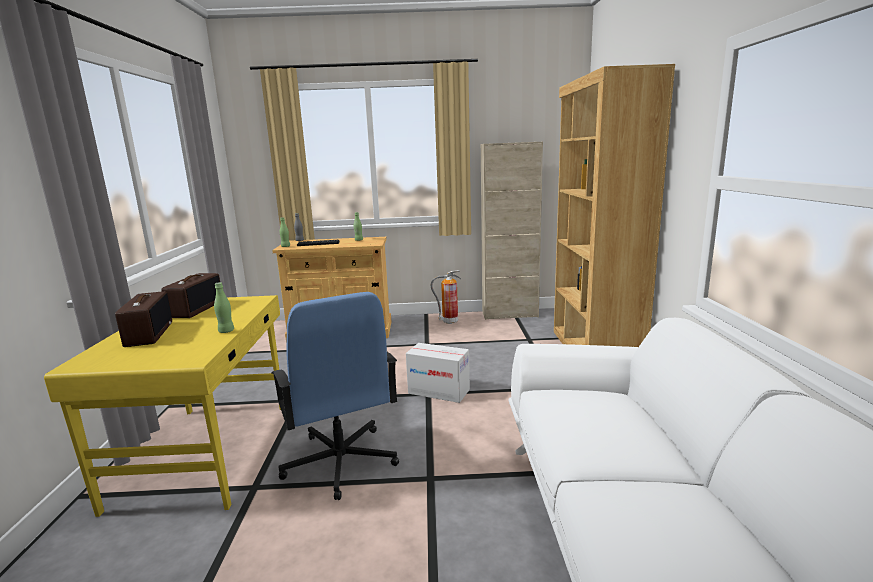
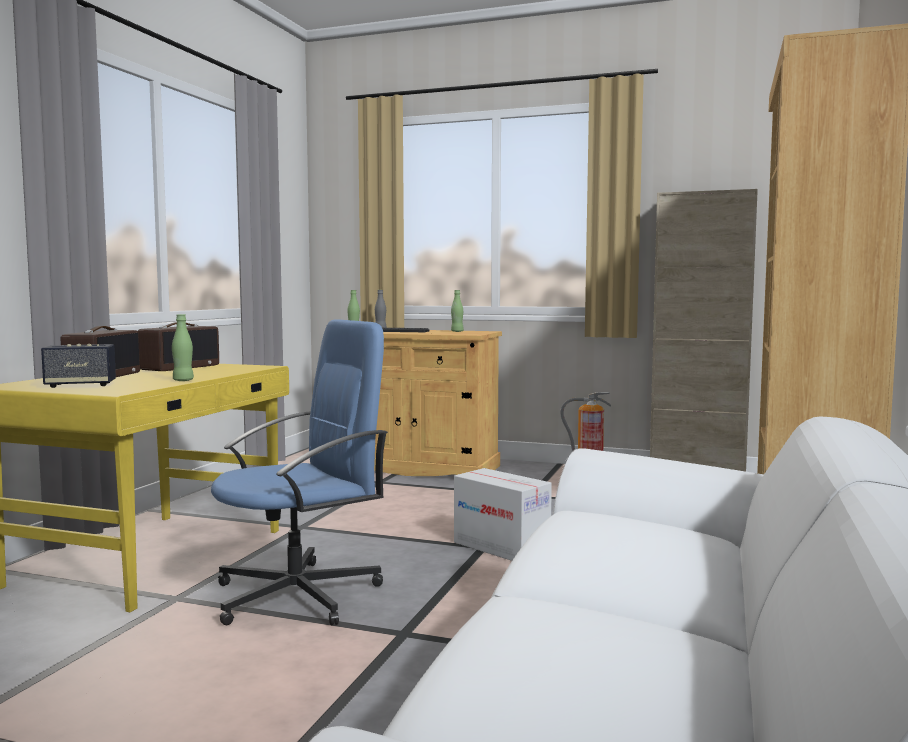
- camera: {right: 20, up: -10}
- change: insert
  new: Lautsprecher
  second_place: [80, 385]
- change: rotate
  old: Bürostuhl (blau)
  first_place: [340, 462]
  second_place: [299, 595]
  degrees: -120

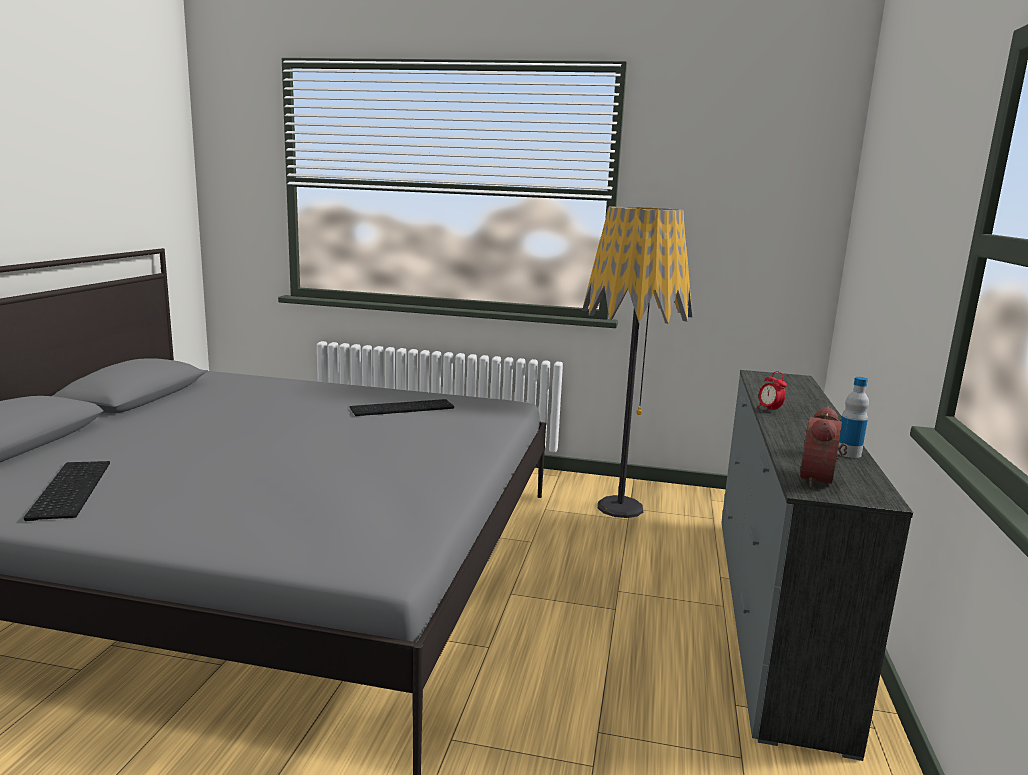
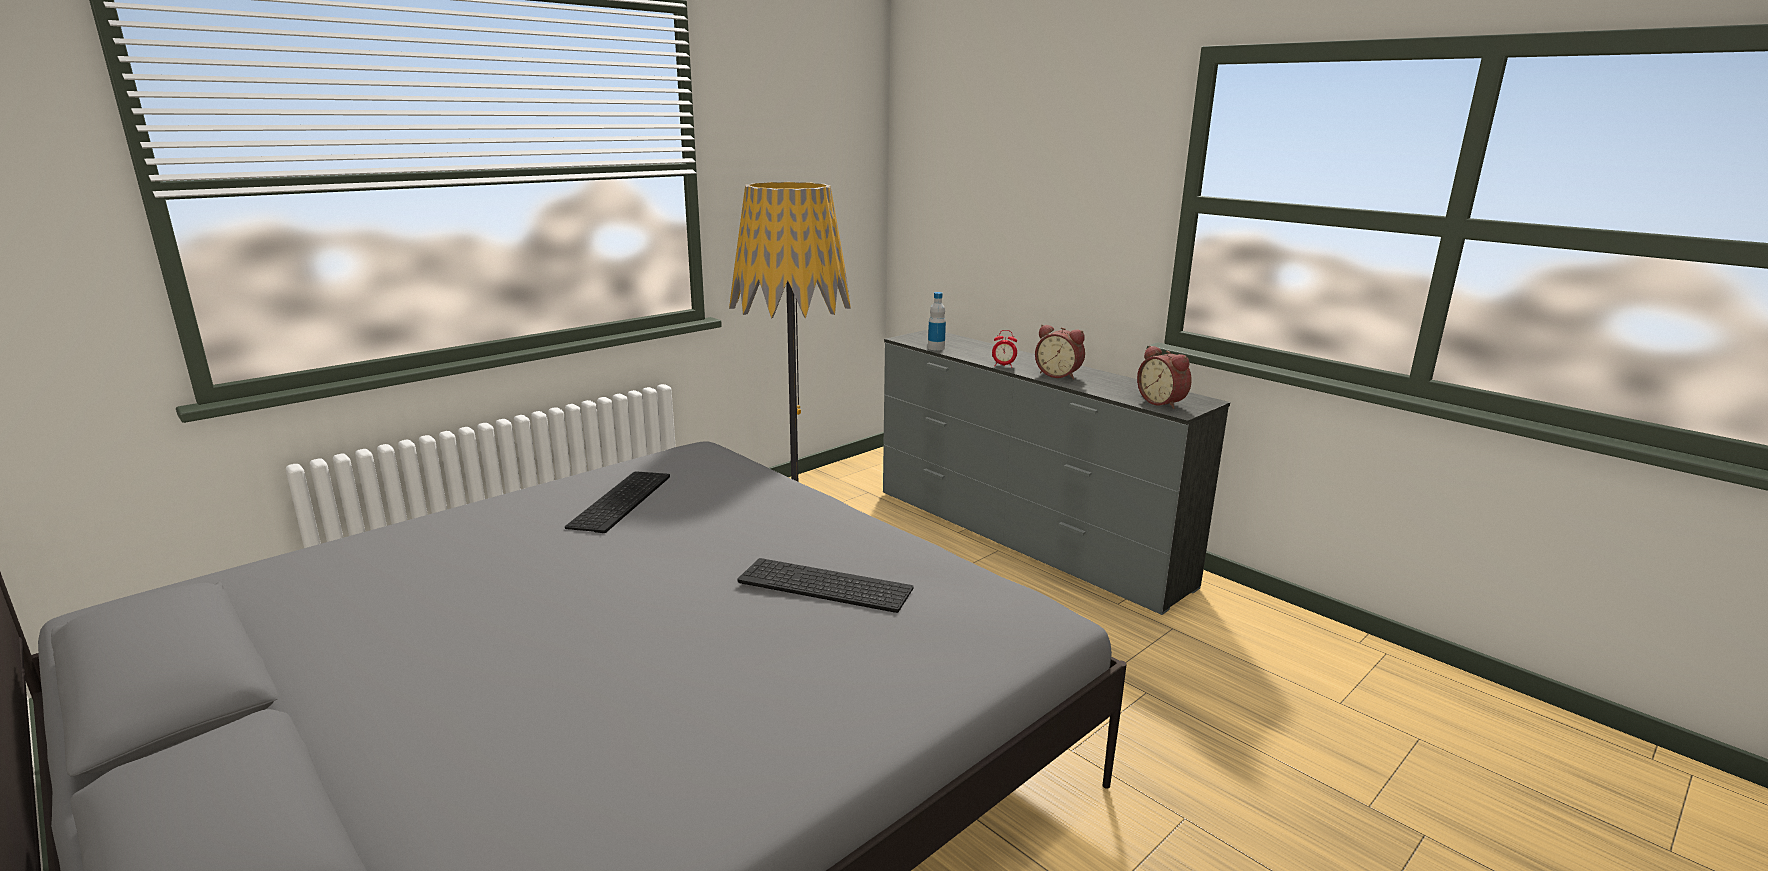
- camera: {right: -55, up: 5}
- change: insert
  new: Wecker
  second_place: [1059, 375]
- change: move
  old: Tastatur
  first_place: [68, 489]
  second_place: [822, 586]
- change: move
  old: Flasche
  first_place: [848, 453]
  second_place: [936, 348]

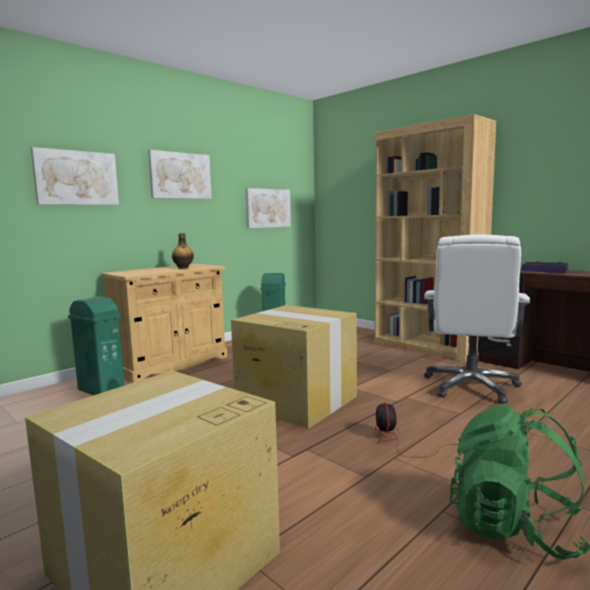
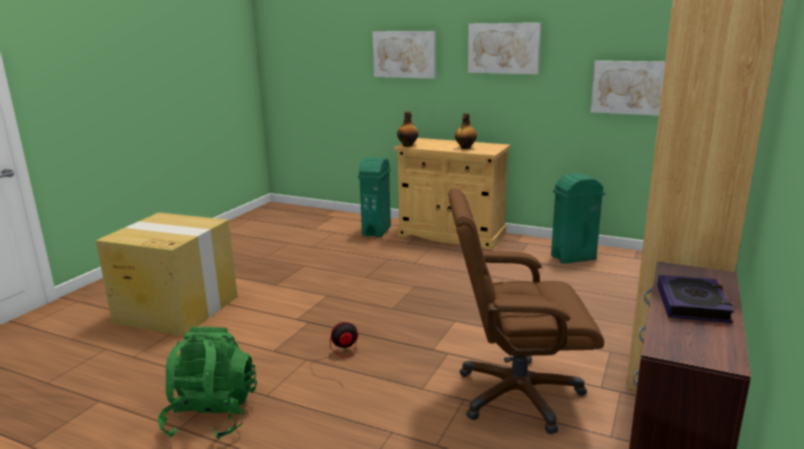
- camera: {right: 70, up: 10}
- change: delete
  old: Karton
  first_place: [295, 401]
- change: insert
  new: Flasche
  second_place: [408, 145]
- change: recolor
  old: Bürostuhl (weiß)
  new: Bürostuhl (braun)
  first_place: [471, 386]
  second_place: [516, 394]

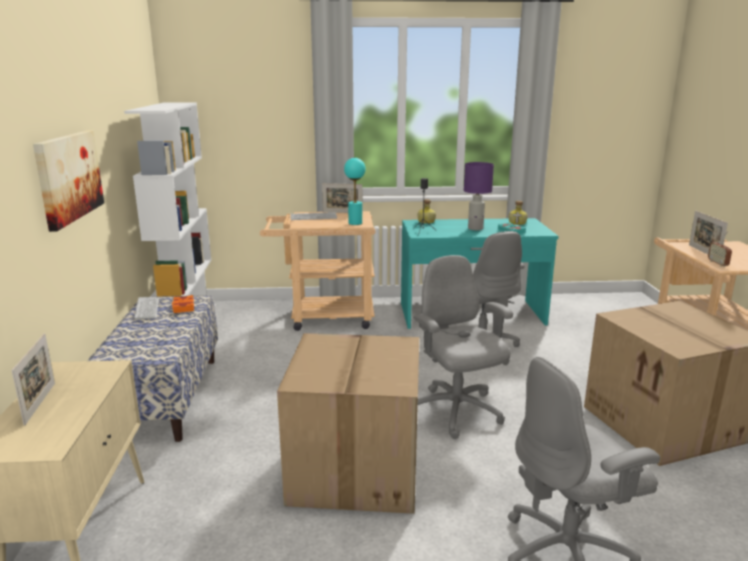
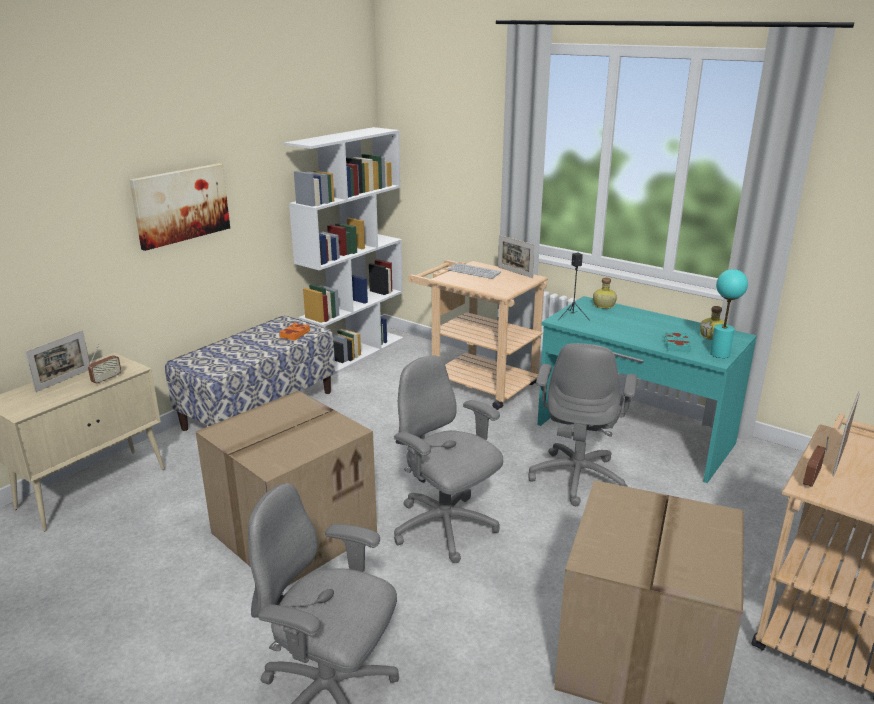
- camera: {right: 40, up: 5}
- change: delete
  old: Tastatur
  first_place: [147, 309]
- change: delete
  old: Tischlampe (lila)
  first_place: [476, 228]
- change: insert
  new: Radio
  second_place: [106, 379]
- change: move
  old: Tischlampe (türkis)
  first_place: [355, 223]
  second_place: [719, 354]
- change: rotate
  old: Bürostuhl (grau)
  first_place: [456, 412]
  second_place: [445, 529]
  degrees: -60

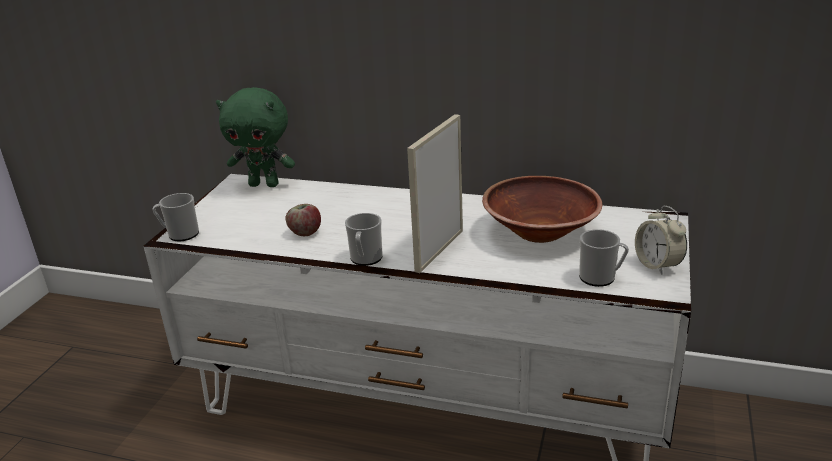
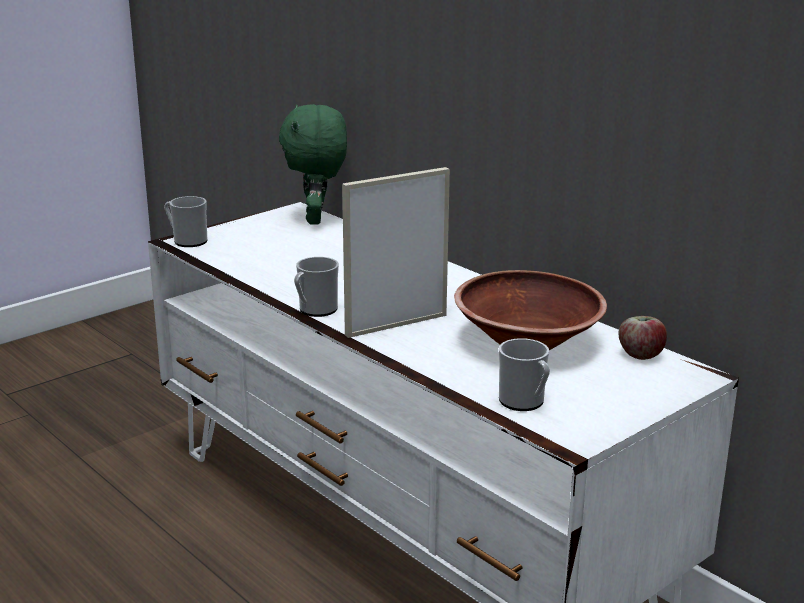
- camera: {right: 30, up: -5}
- change: delete
  old: Wecker
  first_place: [657, 265]
- change: move
  old: Apfel
  first_place: [305, 232]
  second_place: [641, 355]
- change: rotate
  old: Plüschtier (grün)
  first_place: [265, 184]
  second_place: [317, 219]
  degrees: 45

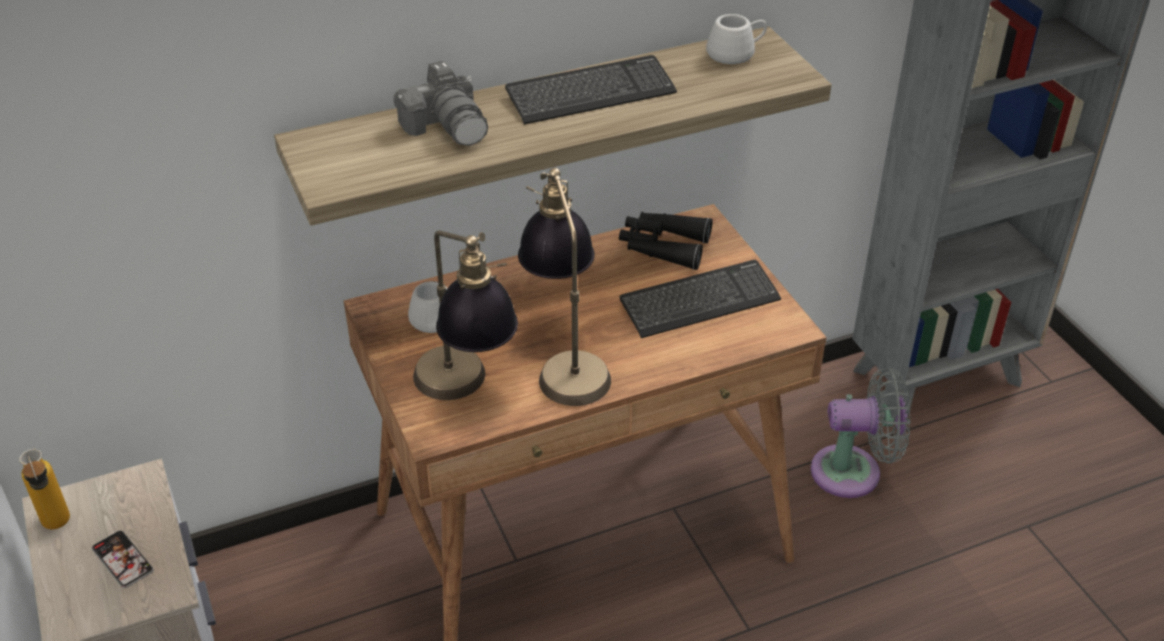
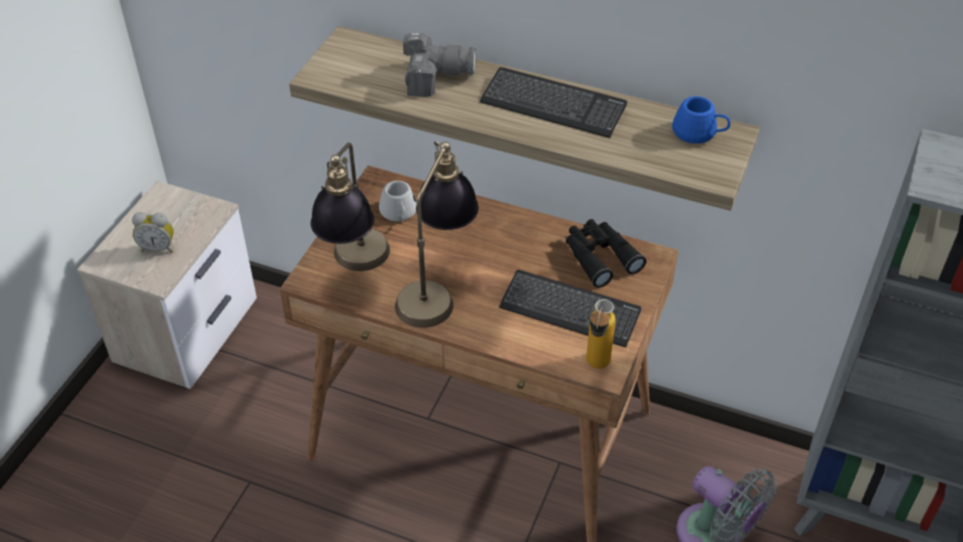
- camera: {right: 45, up: 5}
- change: move
  old: Flasche
  first_place: [58, 528]
  second_place: [595, 368]
- change: replace
  old: Handy
  new: Wecker
  first_place: [122, 560]
  second_place: [158, 247]
- change: recolor
  old: Henkelbecher (weiß)
  new: Henkelbecher (blau)
  first_place: [736, 53]
  second_place: [699, 133]
- change: rotate
  old: Kamera
  first_place: [447, 126]
  second_place: [435, 76]
  degrees: -105

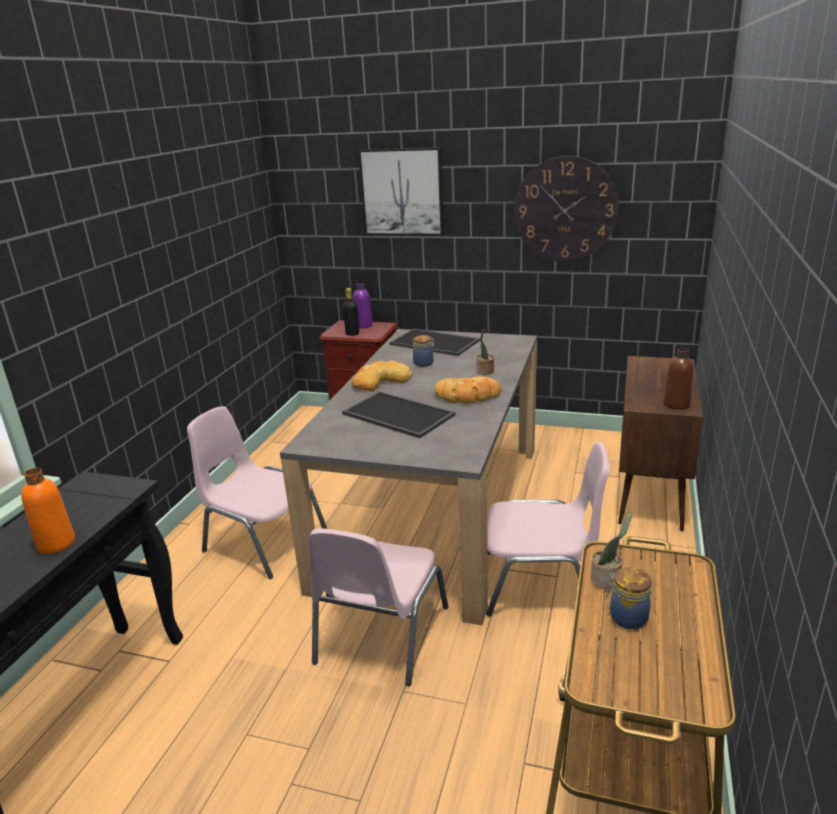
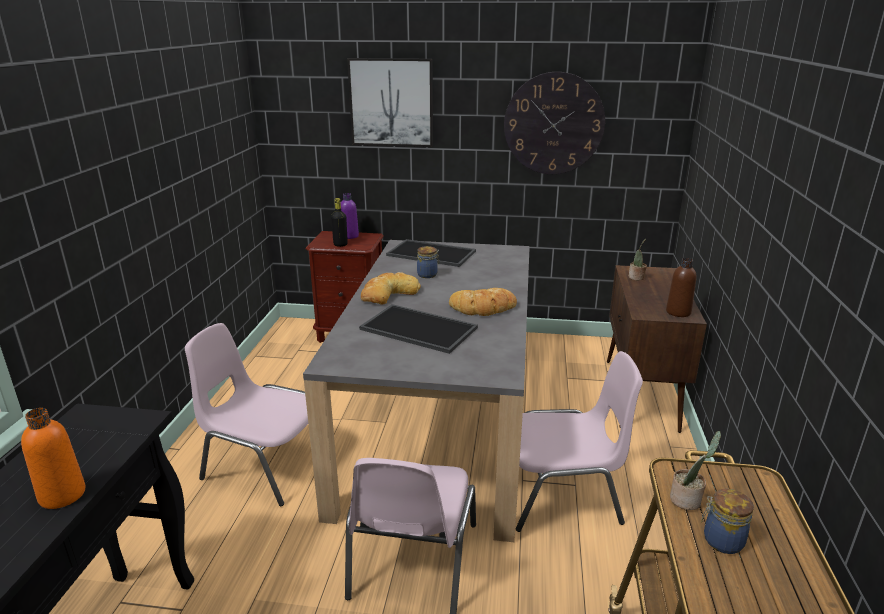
- camera: {right: -10, up: 0}
- change: move
  old: Topfpflanze
  first_place: [485, 372]
  second_place: [636, 278]

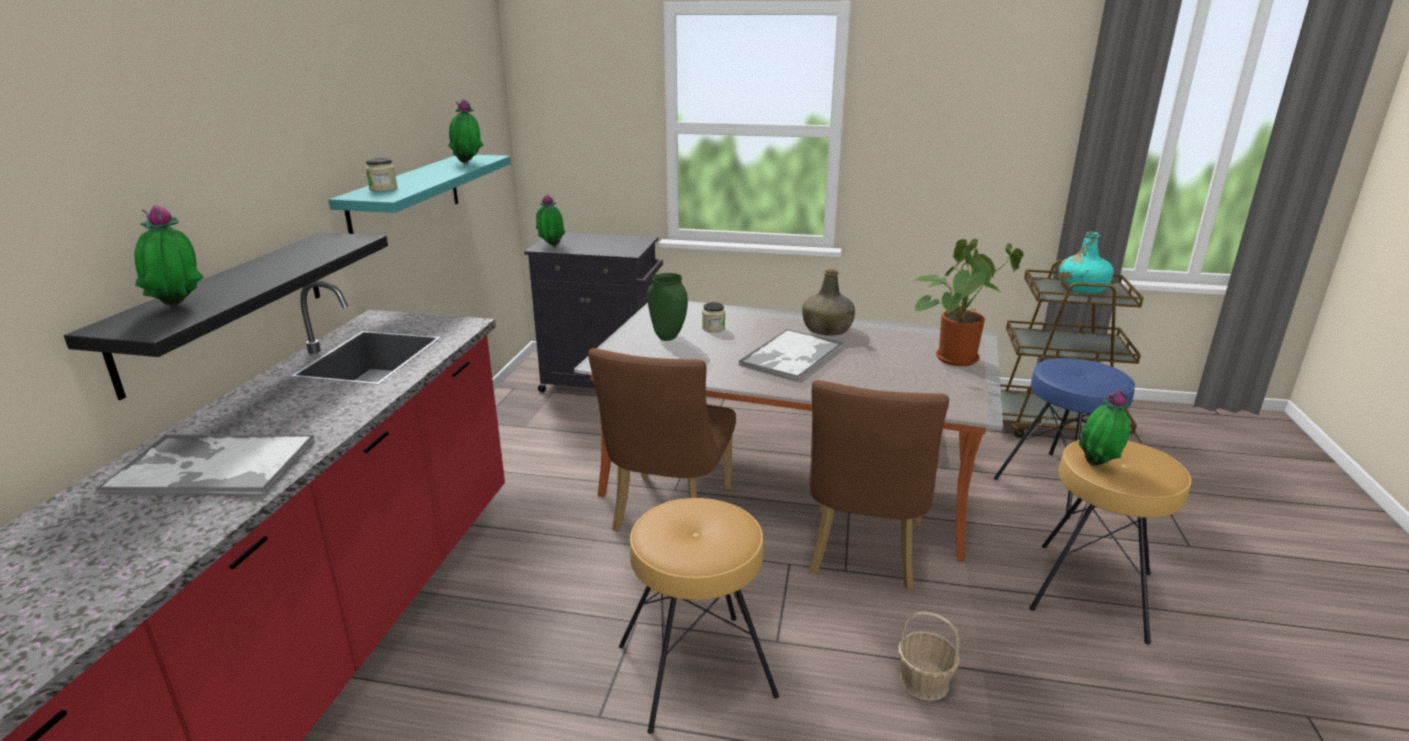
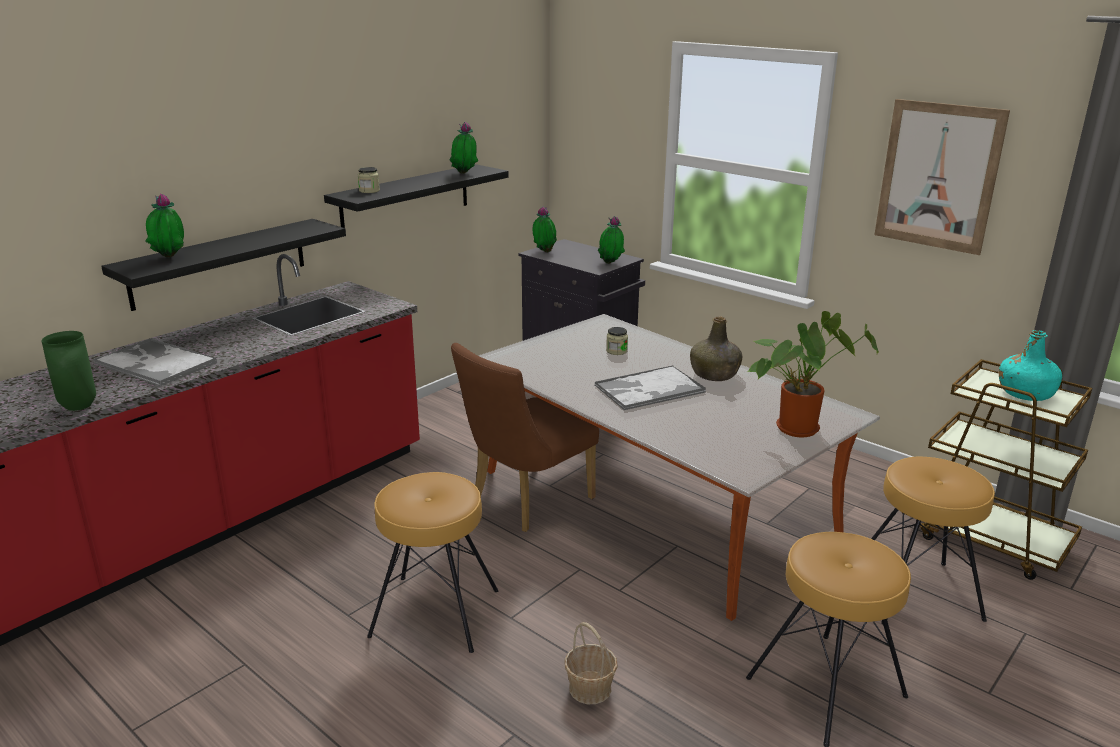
- camera: {right: 30, up: 0}
- change: delete
  old: Stuhl (braun)
  first_place: [863, 555]
- change: insert
  new: Bild
  second_place: [938, 176]
- change: move
  old: Vase (grün)
  first_place: [668, 337]
  second_place: [80, 406]
- change: move
  old: Topfpflanze
  first_place: [1098, 465]
  second_place: [610, 264]
- change: recolor
  old: Wandregal (türkis)
  new: Wandregal (schwarz)
  first_place: [406, 199]
  second_place: [406, 199]
- change: recolor
  old: Hocker (blau)
  new: Hocker (braun)
  first_place: [1059, 484]
  second_place: [915, 593]

